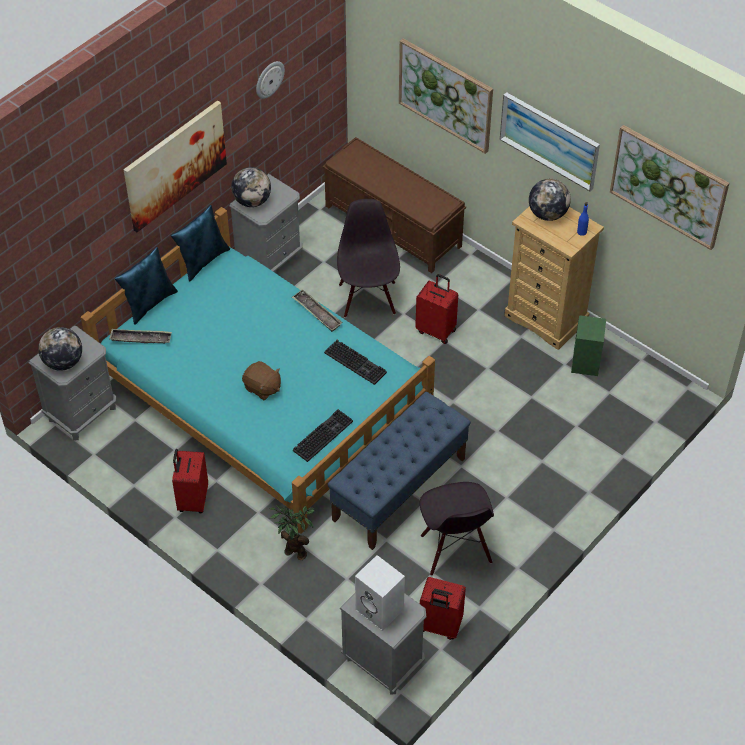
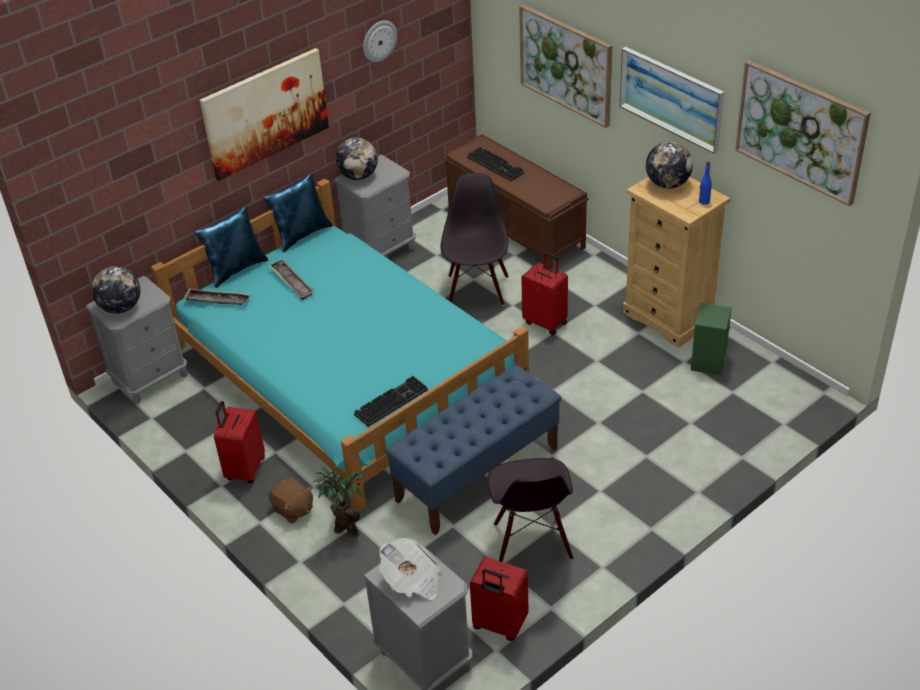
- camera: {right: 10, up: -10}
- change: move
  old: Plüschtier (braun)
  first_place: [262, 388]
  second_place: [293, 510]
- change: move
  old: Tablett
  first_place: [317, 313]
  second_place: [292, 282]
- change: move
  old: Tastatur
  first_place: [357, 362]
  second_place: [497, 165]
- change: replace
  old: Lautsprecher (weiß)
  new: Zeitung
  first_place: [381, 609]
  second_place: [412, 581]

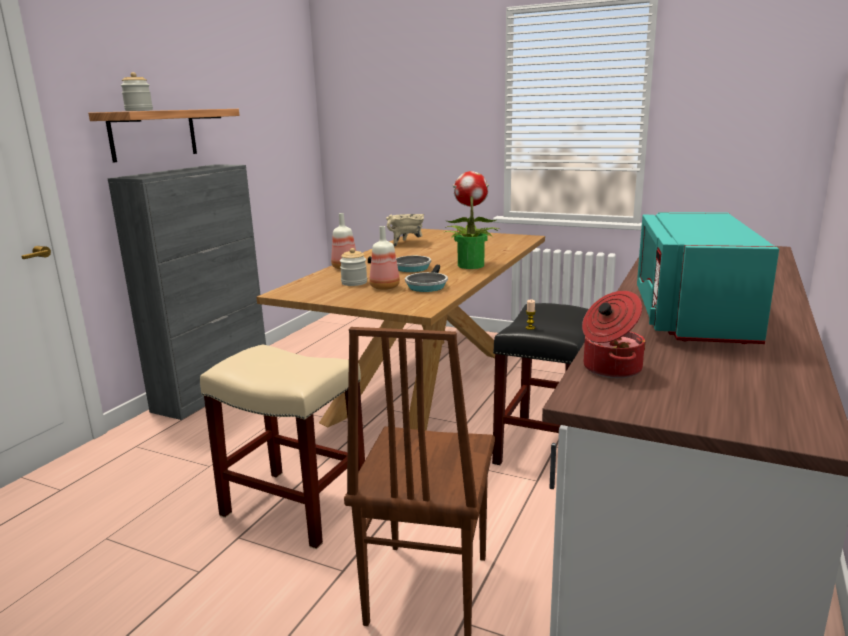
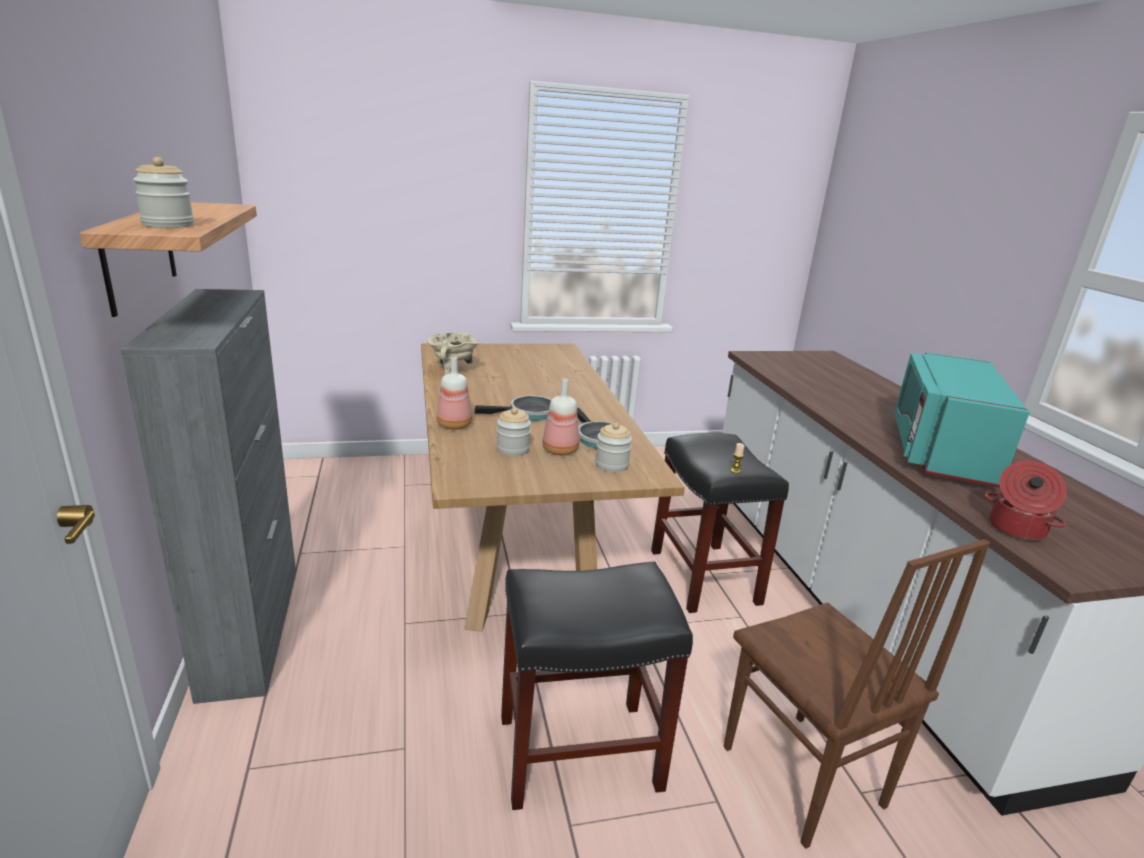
- camera: {right: -40, up: 5}
- change: delete
  old: Topfpflanze
  first_place: [470, 265]
- change: insert
  new: Vorratsglas
  second_place: [611, 465]
- change: recolor
  old: Hocker (beige)
  new: Hocker (schwarz)
  first_place: [293, 507]
  second_place: [577, 753]
- change: rotate
  old: Mikrowelle (türkis)
  first_place: [691, 317]
  second_place: [940, 451]
  degrees: 45

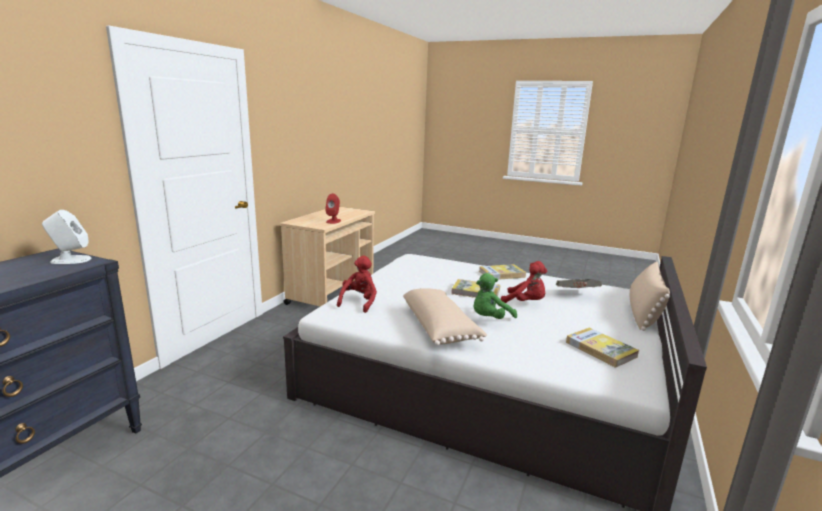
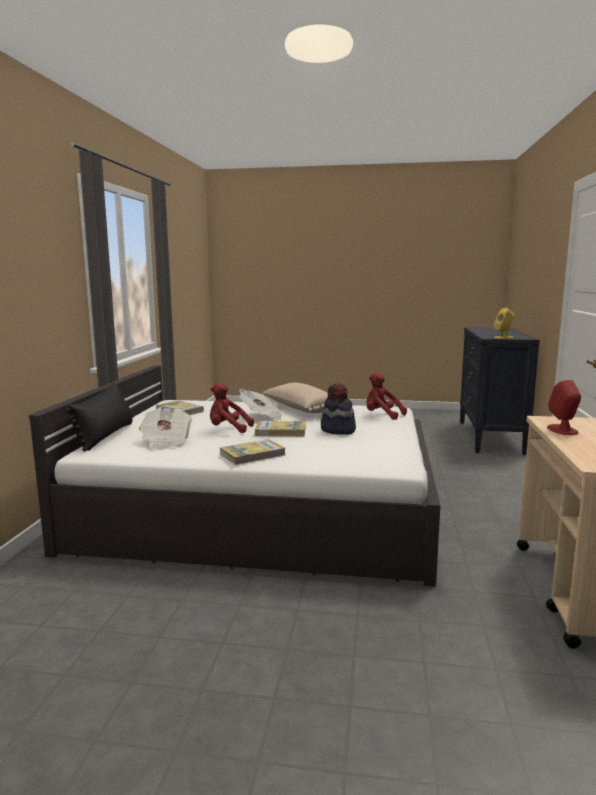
- camera: {right: 165, up: -5}
- change: insert
  new: Hut
  second_place: [338, 430]
- change: replace
  old: Plüschtier (grün)
  new: Zeitung
  first_place: [490, 319]
  second_place: [262, 416]
- change: recolor
  old: Lautsprecher (weiß)
  new: Lautsprecher (gelb)
  first_place: [70, 260]
  second_place: [503, 337]
- change: recolor
  old: Kissen (beige)
  new: Kissen (schwarz)
  first_place: [643, 312]
  second_place: [105, 436]
- change: rotate
  old: Plüschtier (rot)
  first_place: [359, 302]
  second_place: [382, 415]
  degrees: 120

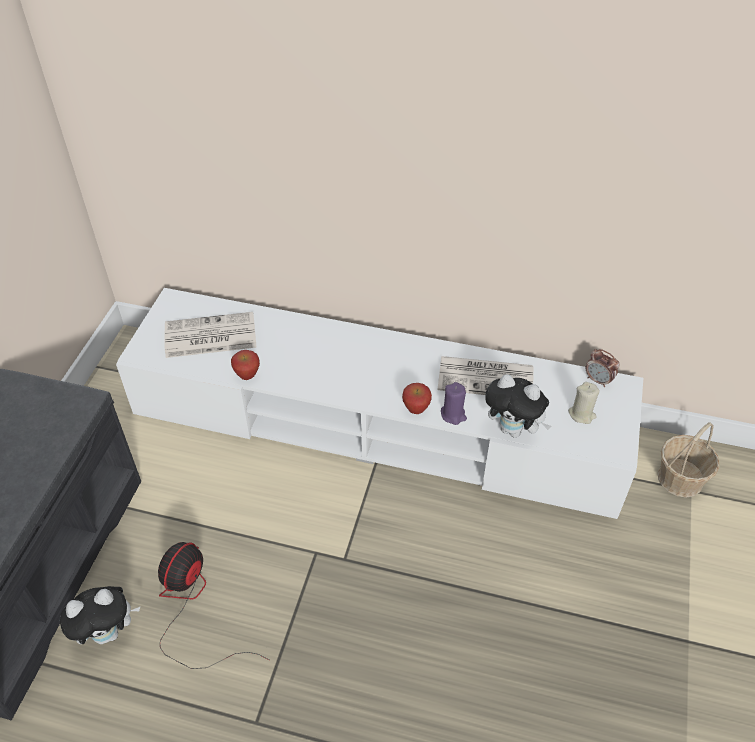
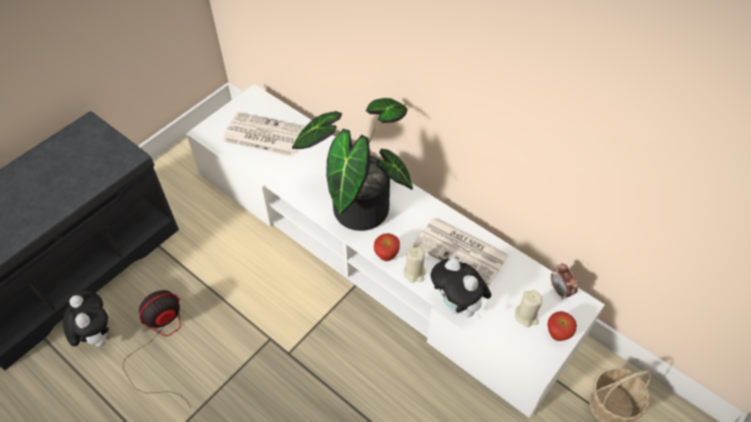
- camera: {right: 25, up: 5}
- change: insert
  new: Topfpflanze
  second_place: [357, 204]
- change: move
  old: Apfel
  first_place: [247, 376]
  second_place: [557, 335]
- change: recolor
  old: Kerze (lila)
  new: Kerze (beige)
  first_place: [453, 415]
  second_place: [414, 272]
- change: rotate
  old: Plüschtier
  first_place: [108, 632]
  second_place: [97, 335]
  degrees: -120

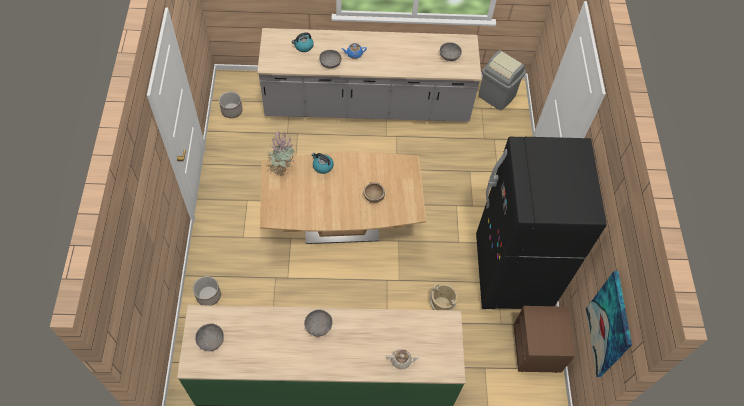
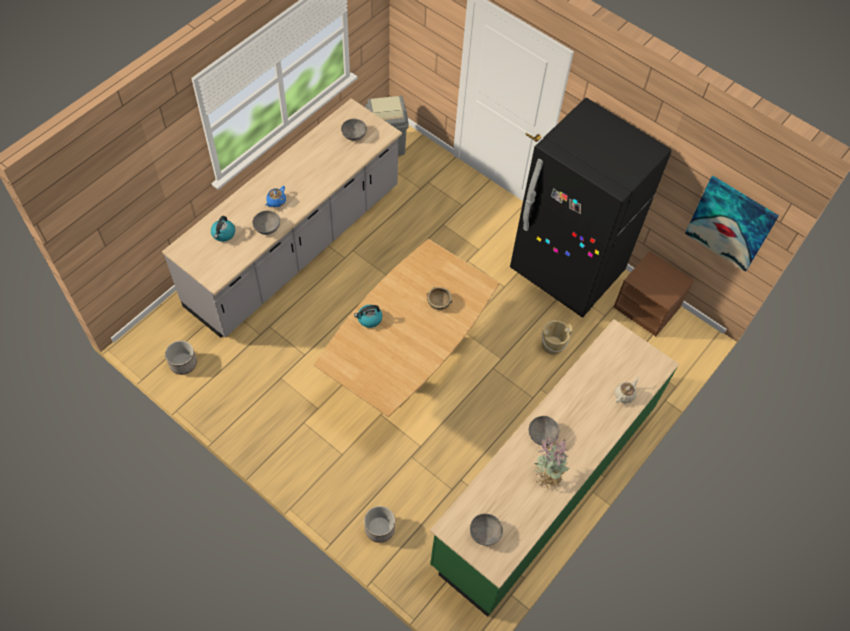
- camera: {right: -50, up: 0}
- change: move
  old: Topfpflanze
  first_place: [281, 168]
  second_place: [547, 475]

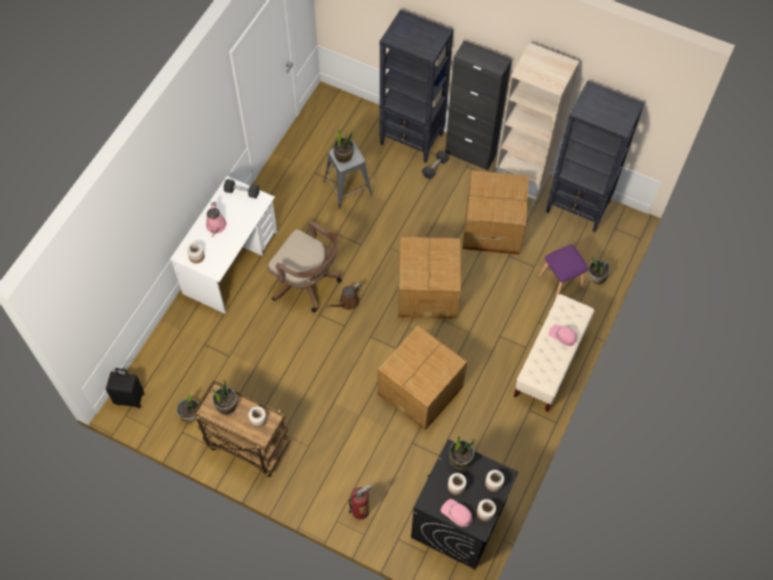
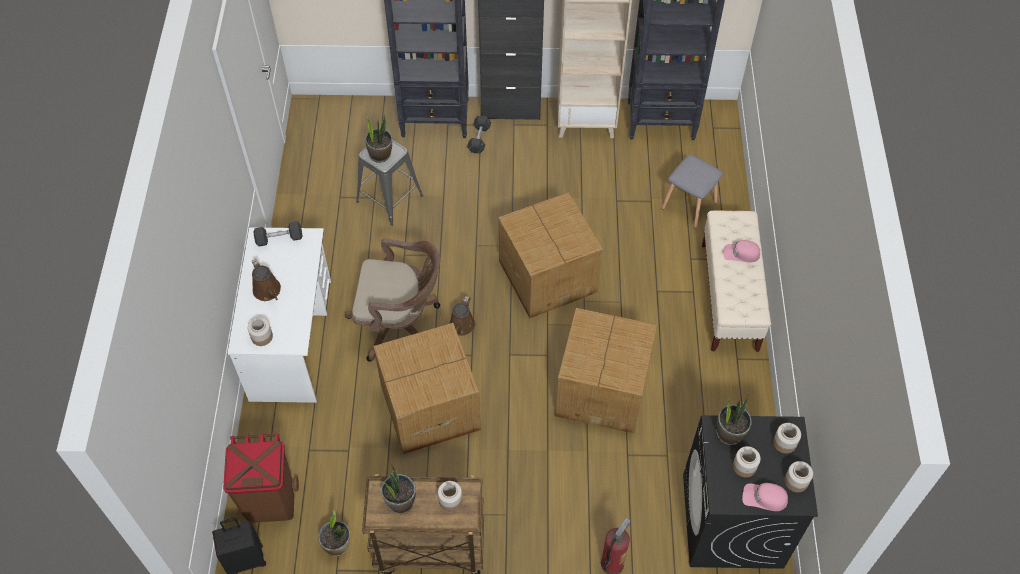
- camera: {right: -25, up: -5}
- change: delete
  old: Topfpflanze
  first_place: [596, 278]
- change: insert
  new: Mülleimer (braun)
  second_place: [270, 502]
- change: move
  old: Karton
  first_place: [491, 226]
  second_place: [428, 407]
- change: recolor
  old: Gießkanne (rosa)
  new: Gießkanne (braun)
  first_place: [216, 227]
  second_place: [268, 291]
- change: recolor
  old: Hocker (lila)
  new: Hocker (grau)
  first_place: [561, 282]
  second_place: [690, 205]

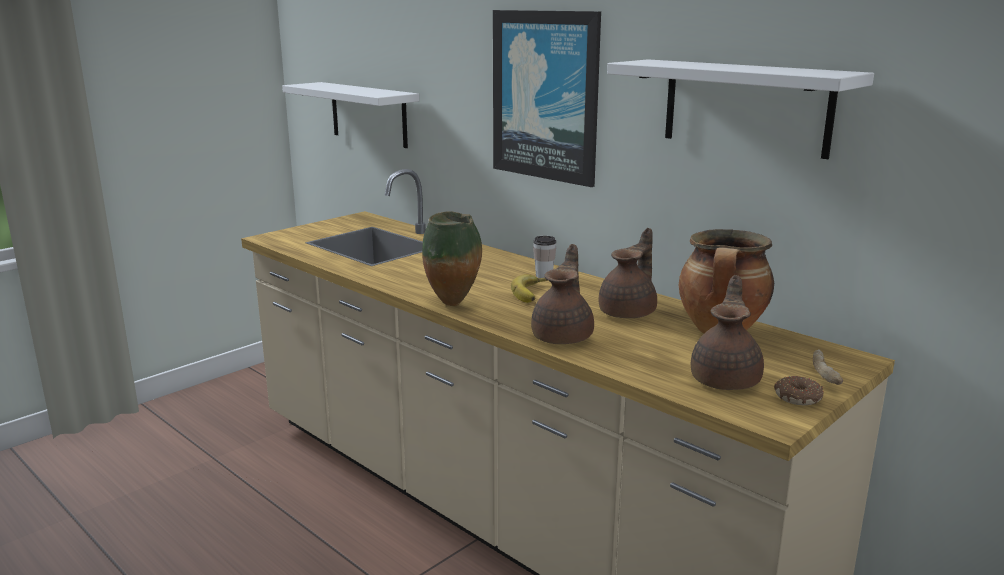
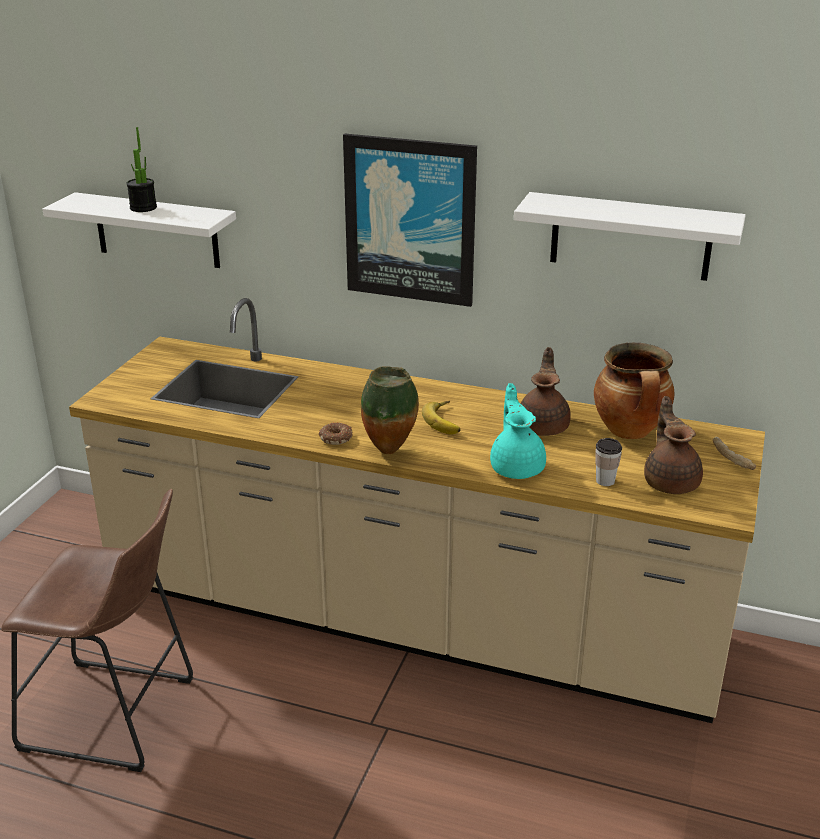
- camera: {right: -25, up: 10}
- change: insert
  new: Hocker (braun)
  second_place: [117, 717]
- change: insert
  new: Topfpflanze
  second_place: [143, 208]
- change: move
  old: Tasse
  first_place: [544, 276]
  second_place: [605, 481]
- change: move
  old: Donut
  first_place: [799, 397]
  second_place: [336, 438]
- change: recolor
  old: Teekanne (braun)
  new: Teekanne (türkis)
  first_place: [564, 336]
  second_place: [517, 467]

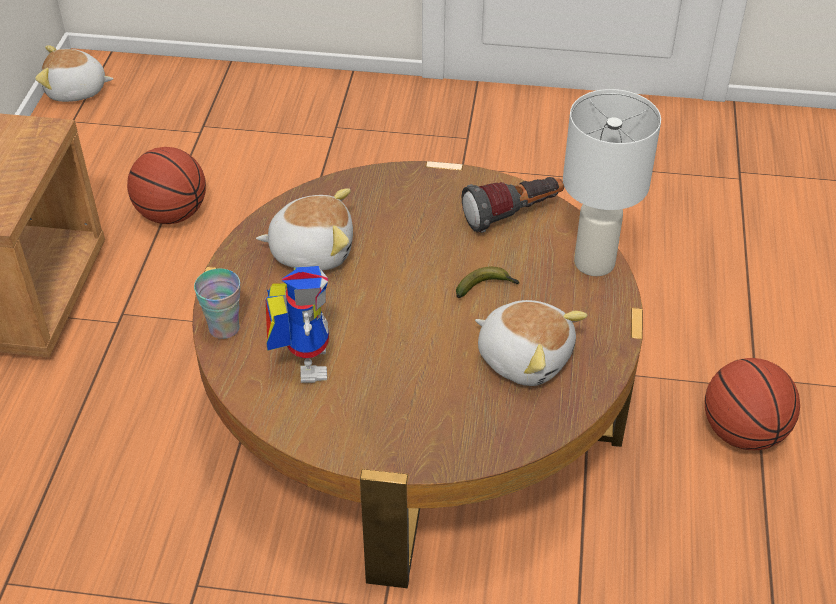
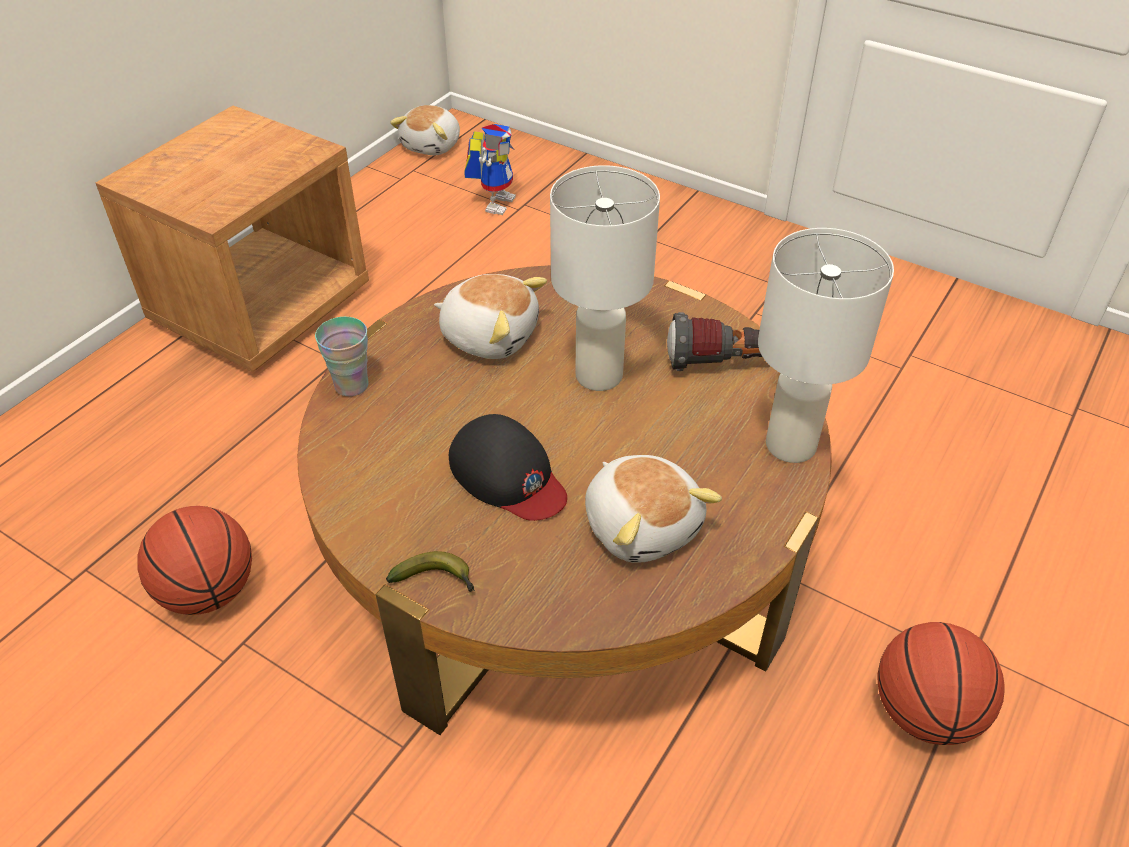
- camera: {right: 25, up: 0}
- change: insert
  new: Kappe (schwarz)
  second_place: [508, 475]
- change: insert
  new: Tischlampe (weiß)
  second_place: [598, 376]
- change: move
  old: Basketball
  first_place: [172, 214]
  second_place: [208, 591]
- change: move
  old: Spielzeugroboter
  first_place: [303, 360]
  second_place: [495, 201]
- change: move
  old: Banane
  first_place: [487, 287]
  second_place: [437, 580]
- change: rotate
  old: Plüschtier
  first_place: [76, 91]
  second_place: [432, 145]
  degrees: -90

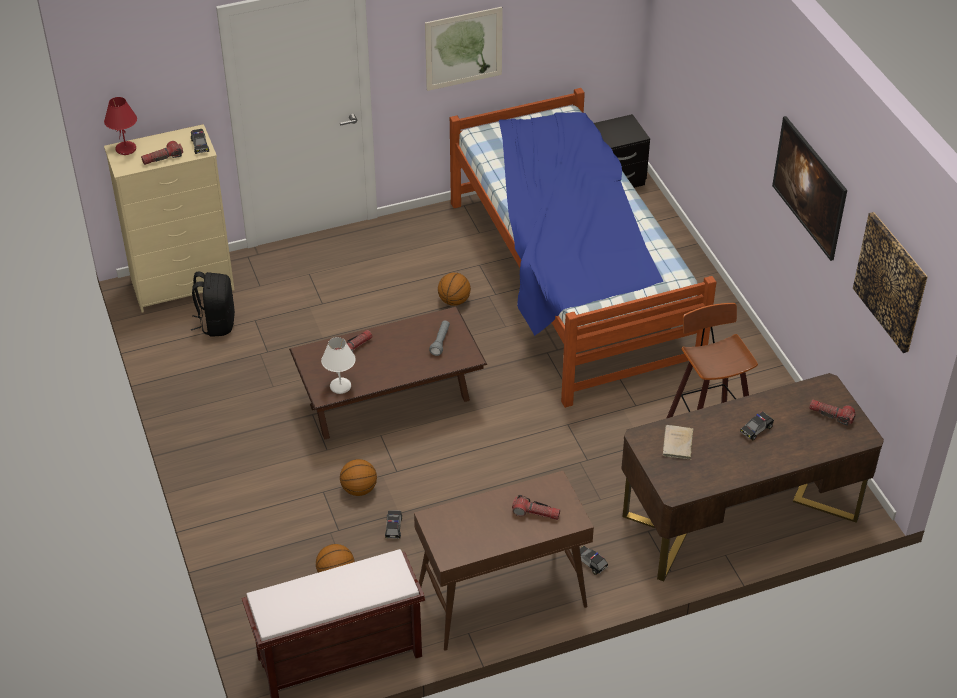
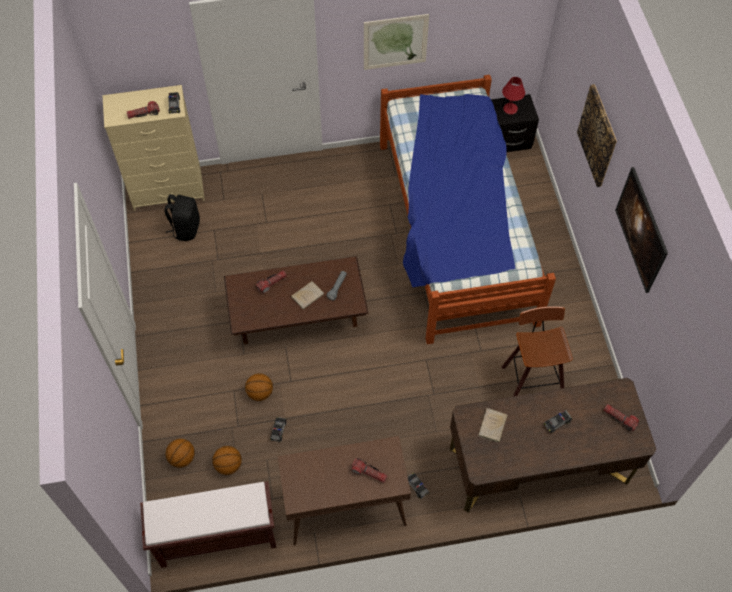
- camera: {right: 10, up: 15}
- change: delete
  old: Tischlampe (weiß)
  first_place: [341, 387]
- change: insert
  new: Buch (beige)
  second_place: [308, 295]
- change: move
  old: Tischlampe (rot)
  first_place: [126, 149]
  second_place: [510, 109]
- change: move
  old: Basketball
  first_place: [454, 301]
  second_place: [182, 458]
- change: move
  old: Bild
  first_place: [891, 281]
  second_place: [598, 136]

